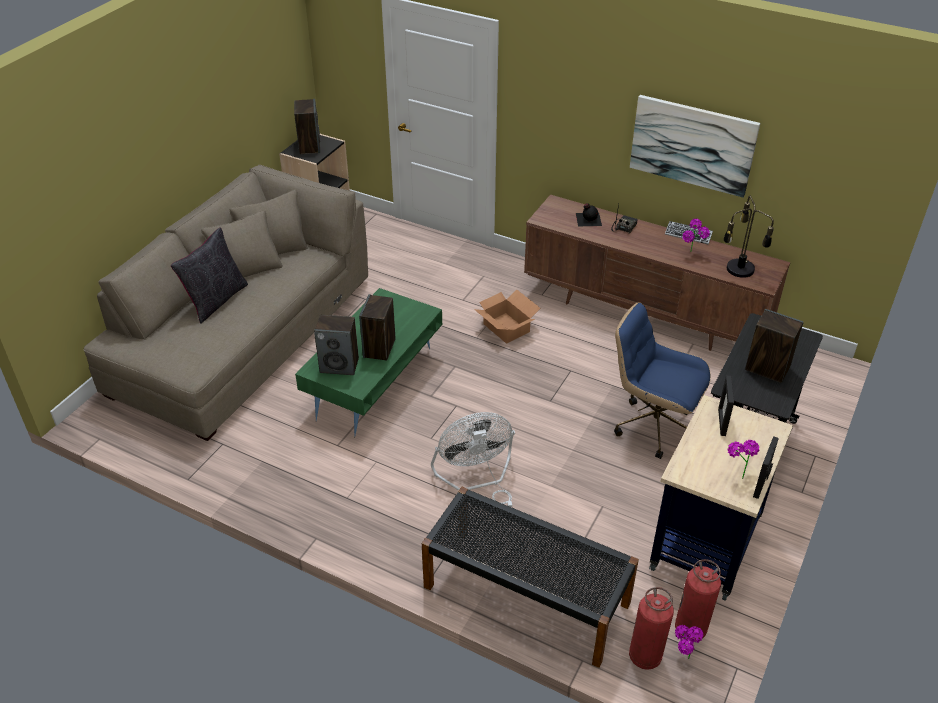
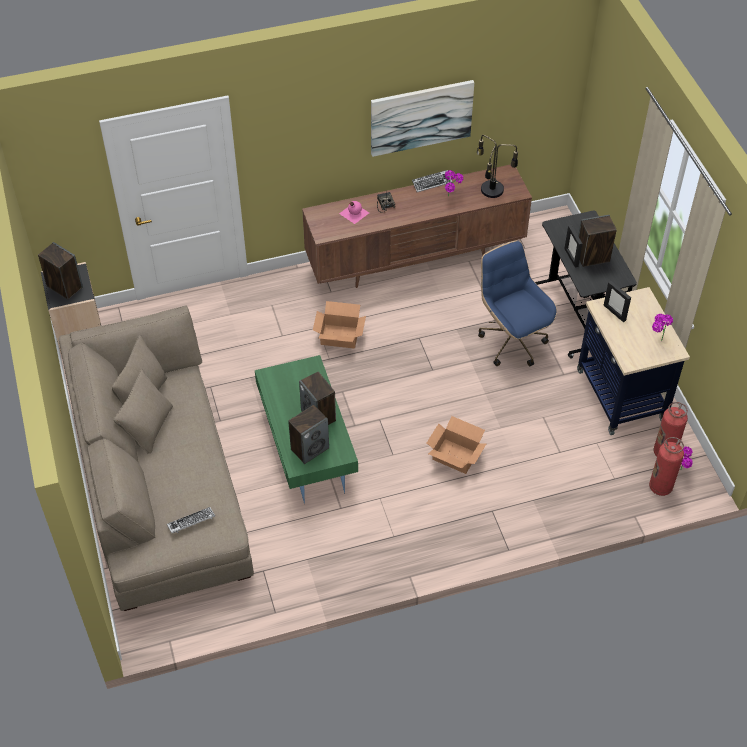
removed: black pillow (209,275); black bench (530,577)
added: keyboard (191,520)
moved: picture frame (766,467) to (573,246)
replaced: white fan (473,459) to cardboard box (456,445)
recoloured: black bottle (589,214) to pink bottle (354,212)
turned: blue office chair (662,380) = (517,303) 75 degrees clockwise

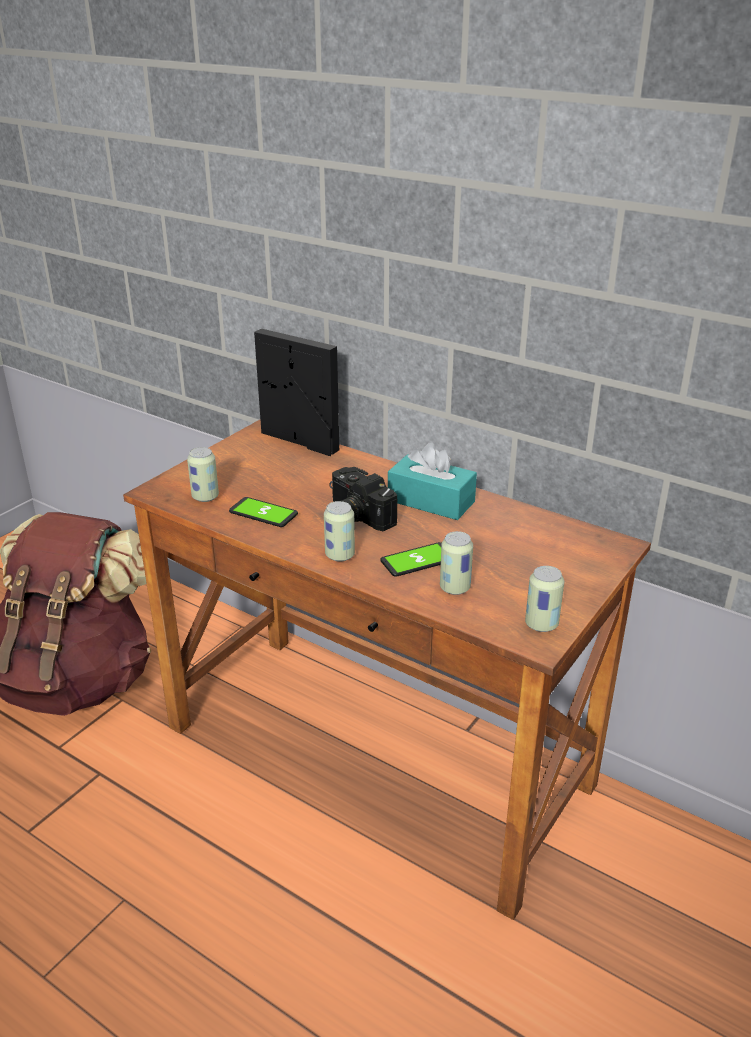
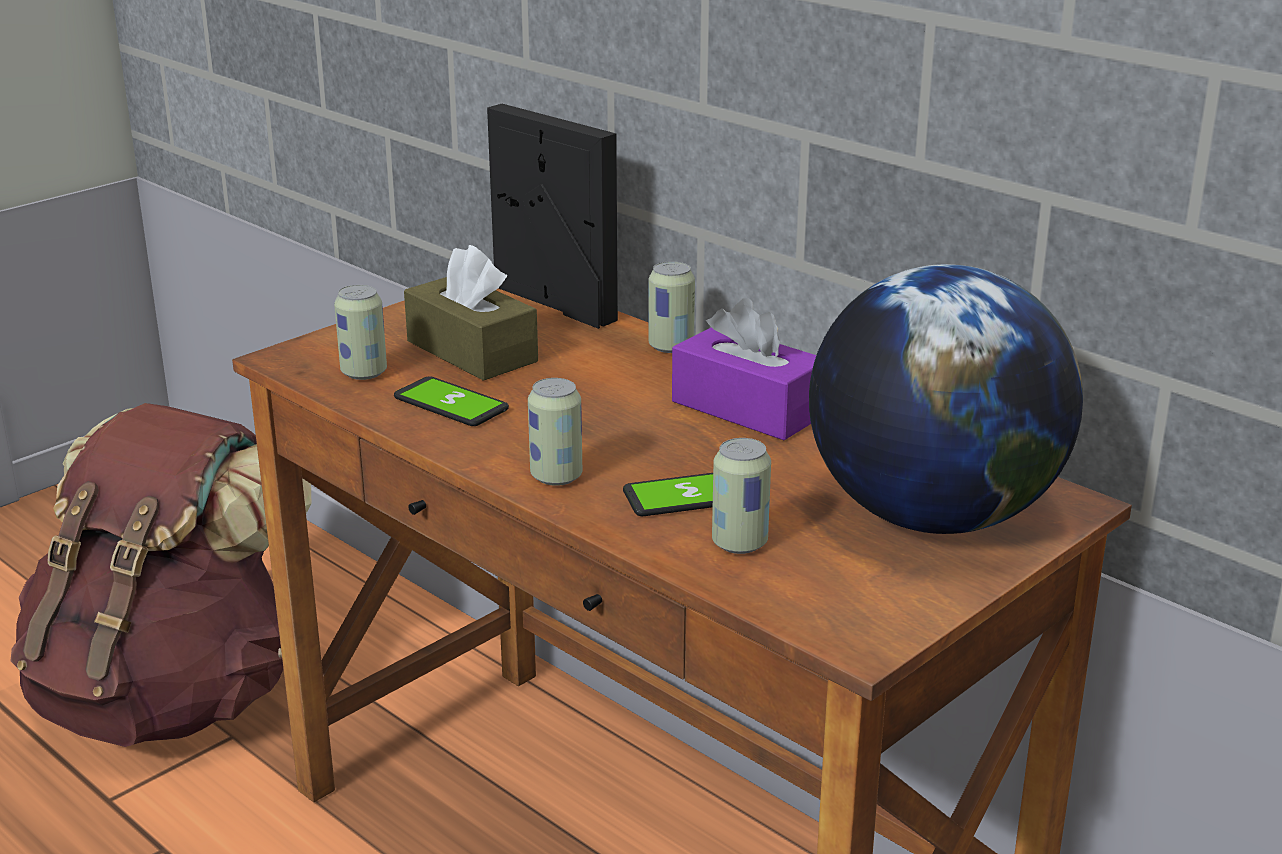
removed: photo camera (363,499)
added: brown tissue box (471,313); globe (946,399)
moved: can (544,599) to (672,307)
recoloured: turquoise tissue box (432,481) to purple tissue box (744,369)

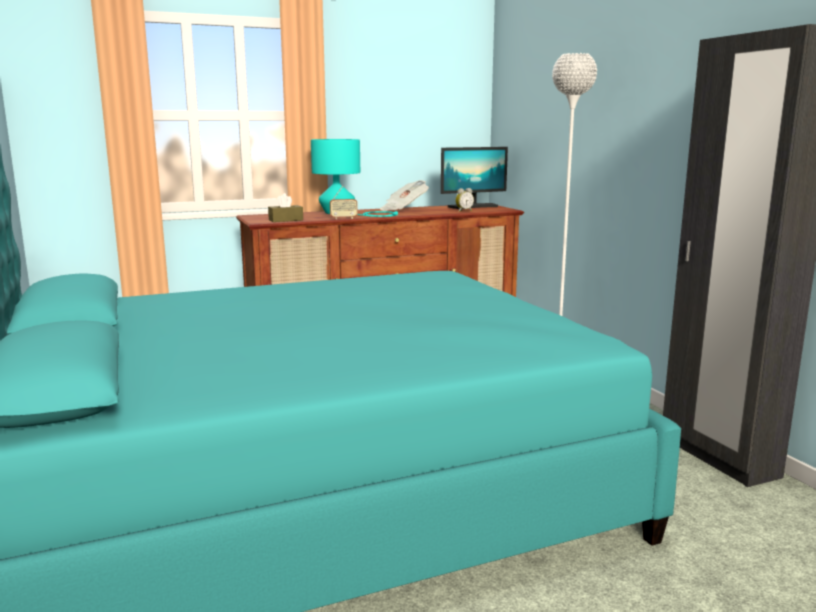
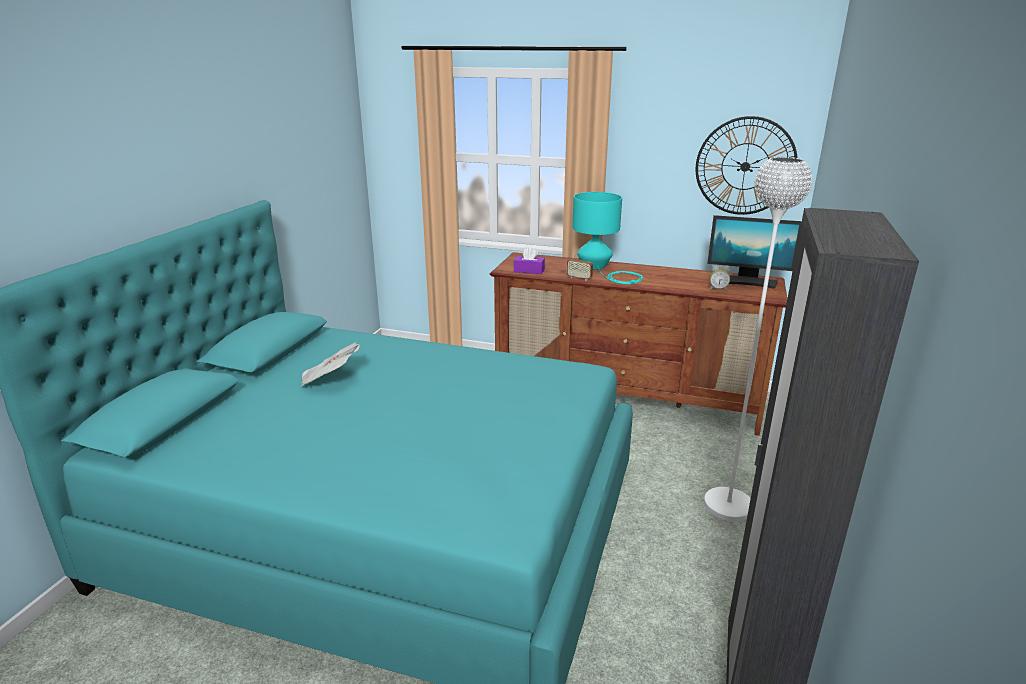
added: wall clock (746,165)
moved: newspaper (404,195) to (330,364)
recoloured: brown tissue box (285,207) to purple tissue box (529,260)

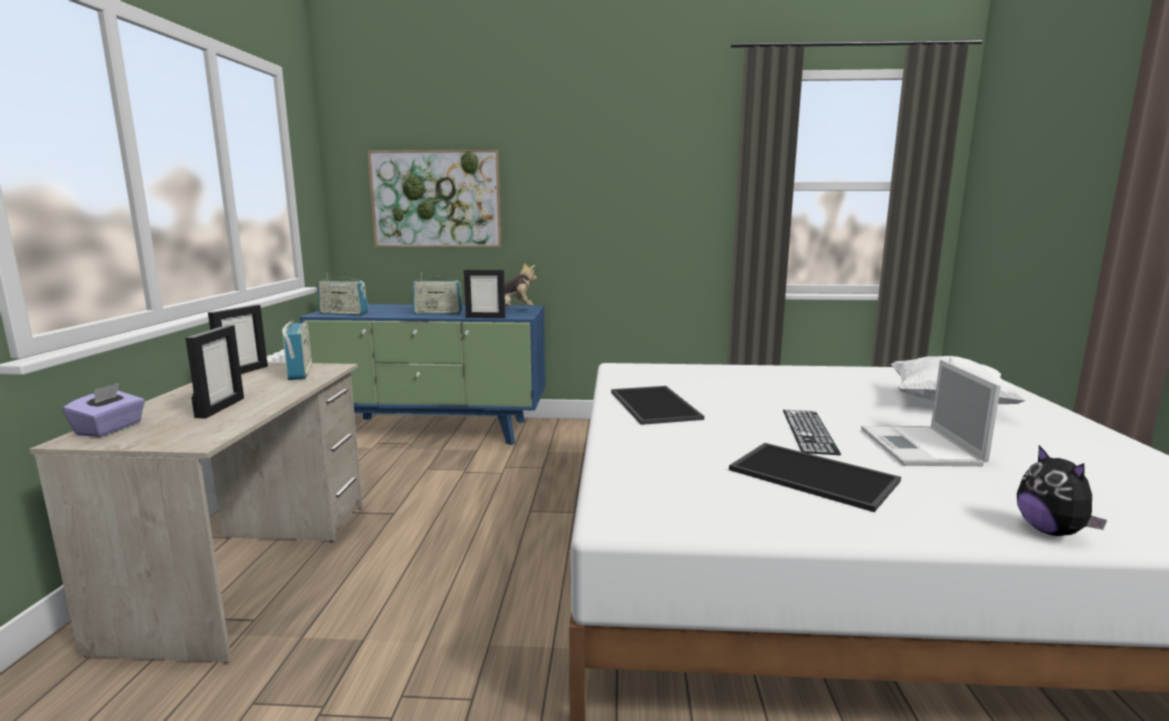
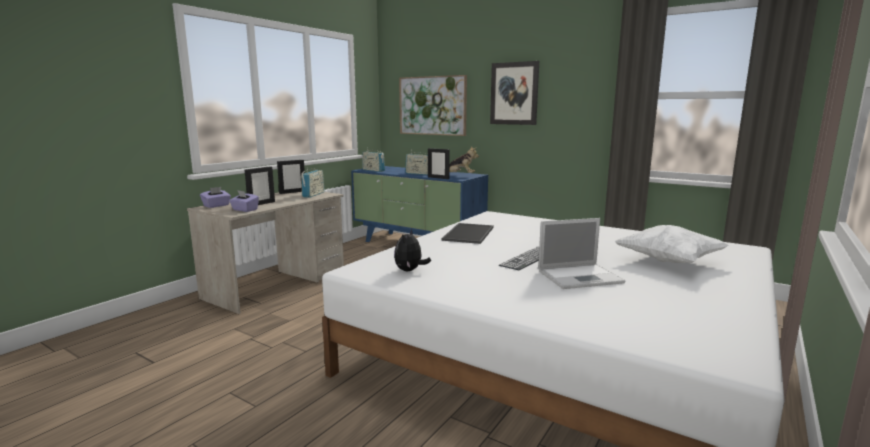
removed: tray (815,477)
added: purple tissue box (244,201); picture (514,93)
moved: plush toy (1062,490) to (412,250)
turned: laptop (931,412) = (581,253) 135 degrees counterclockwise

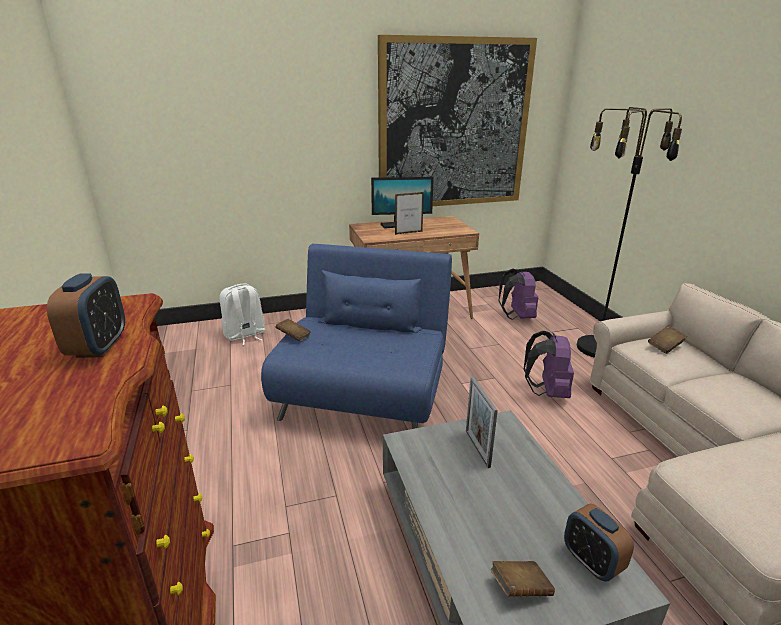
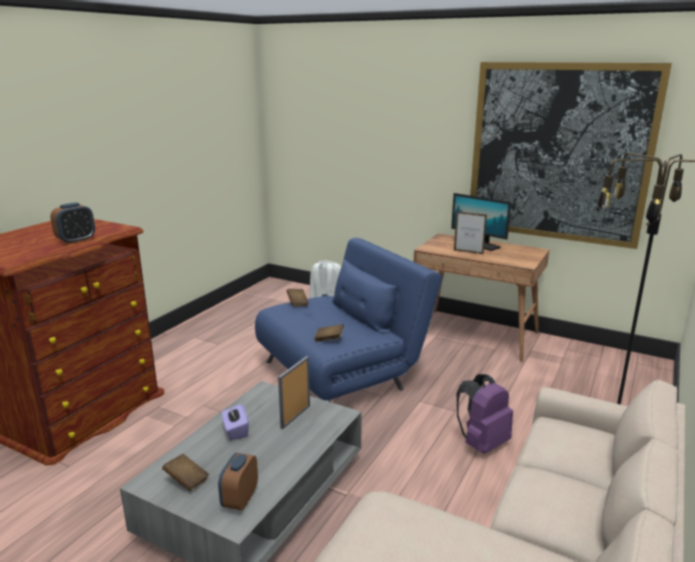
removed: purple backpack (518,294)
added: purple tissue box (235,422)
moved: brown book (667,339) to (329,333)

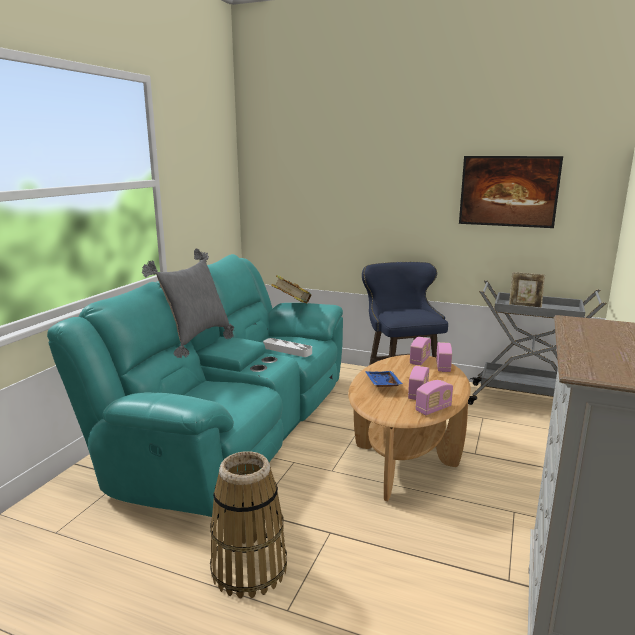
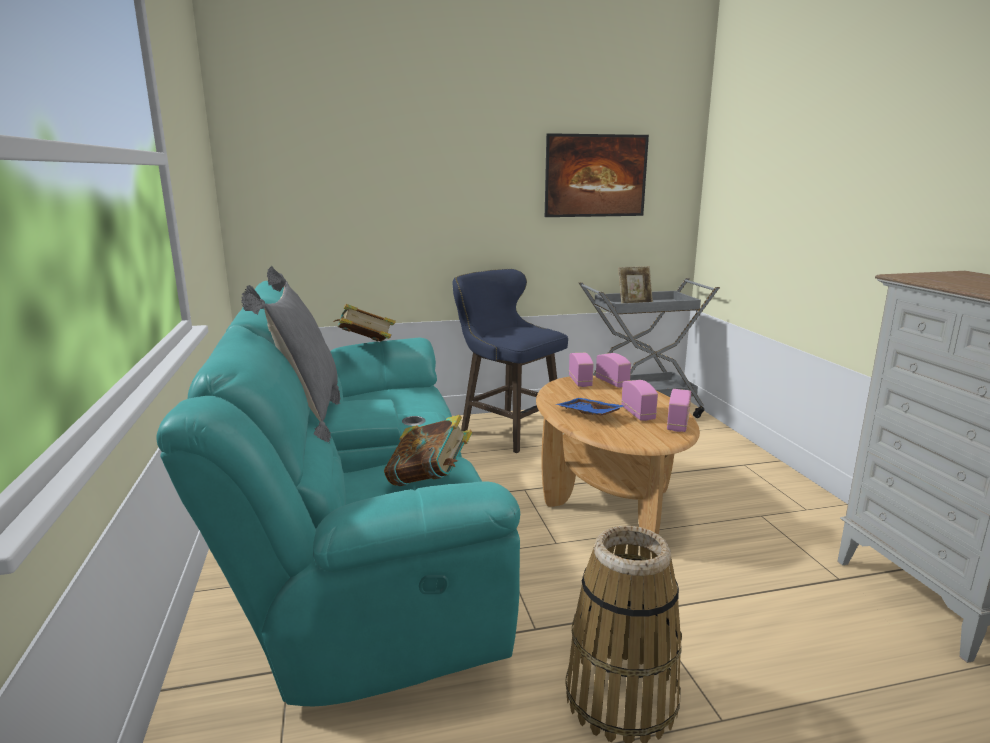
removed: white tray (287,347)
added: book (428,450)

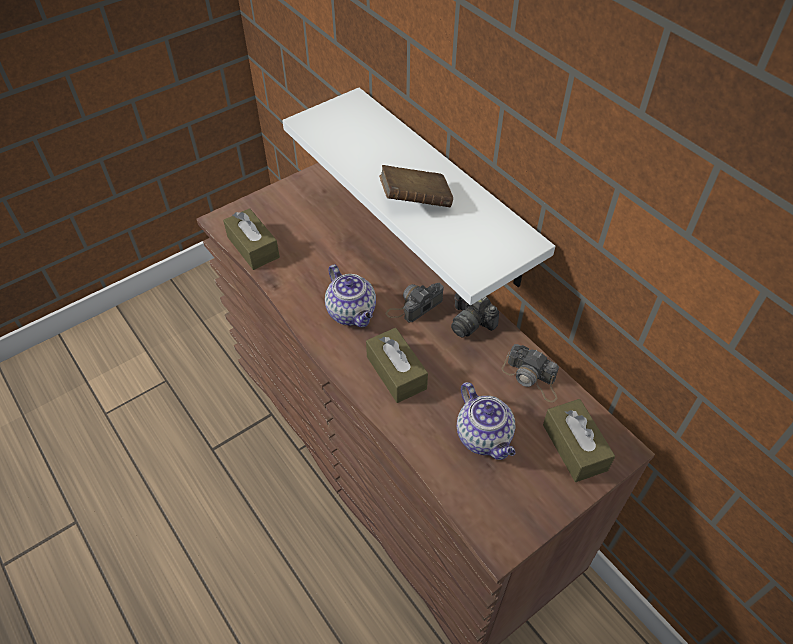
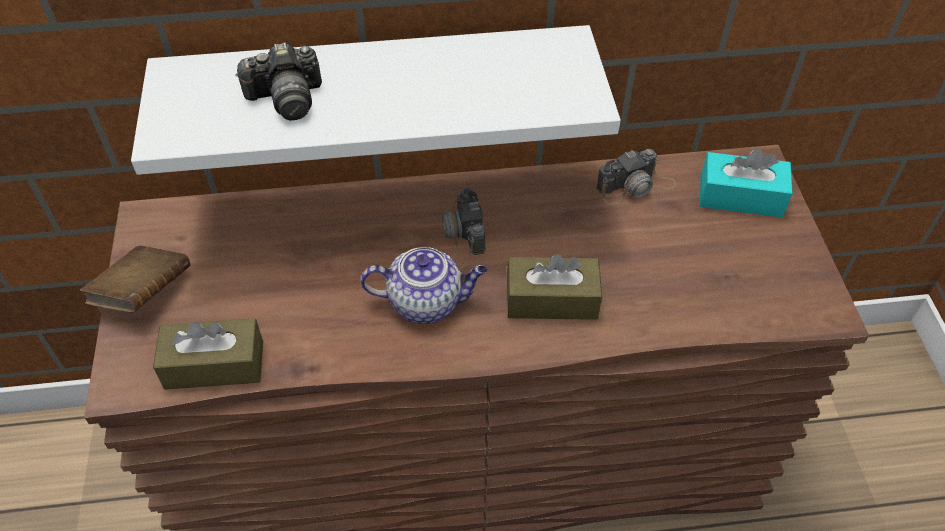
removed: teapot (486,421)
moved: brown book (416,186) to (135,279); photo camera (475,315) to (278,82)
recoloured: brown tissue box (579,440) to turquoise tissue box (746,182)

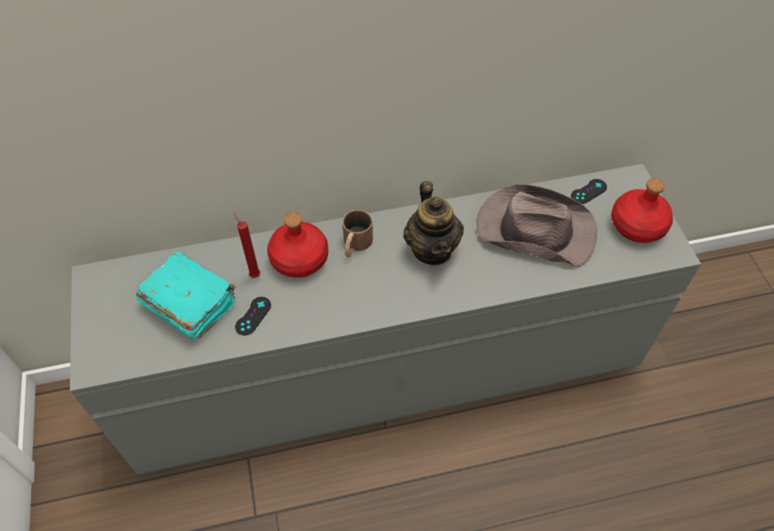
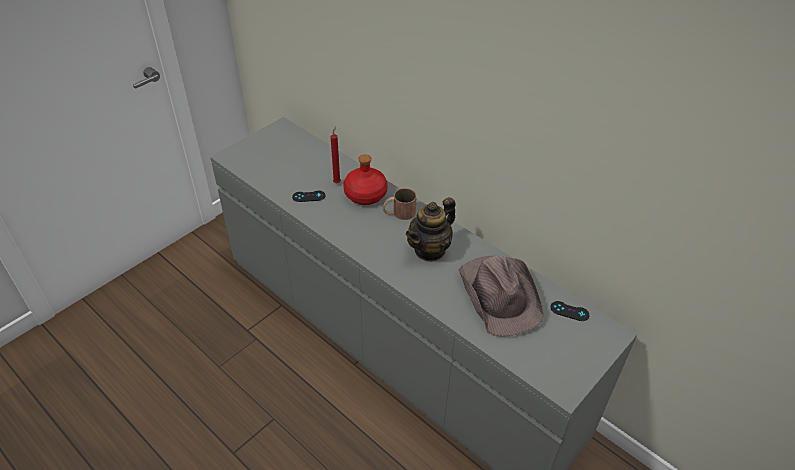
removed: turquoise book (186,295); red bottle (642,210)

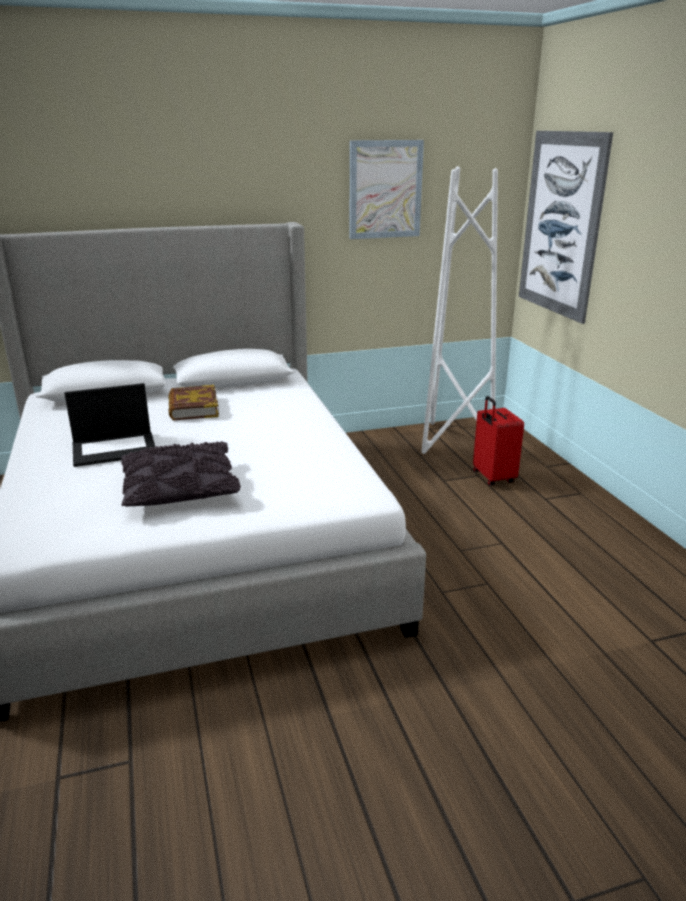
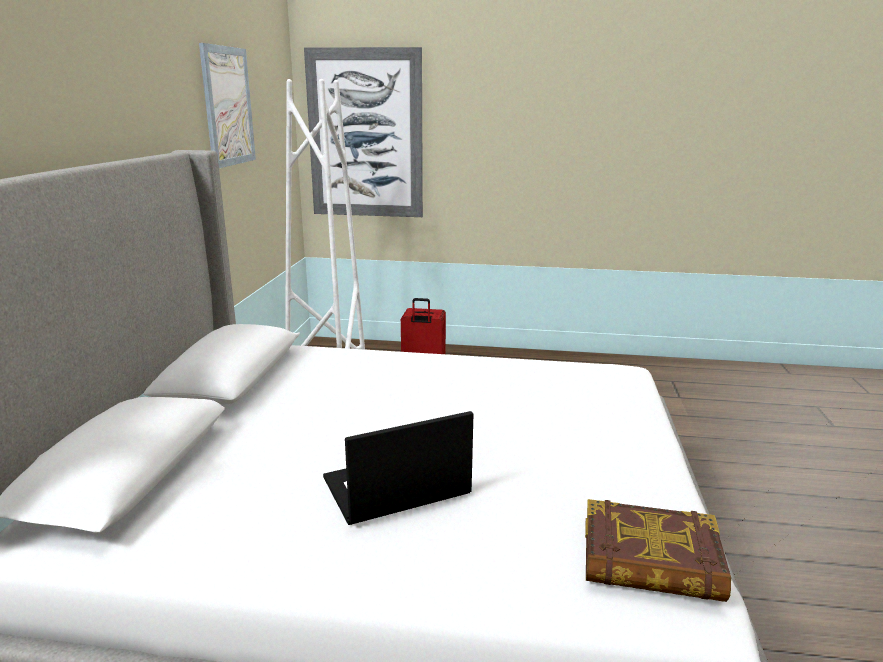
removed: black pillow (181,473)
moved: book (193,403) to (658,550)
turned: laptop (109,425) = (398,468) 120 degrees counterclockwise

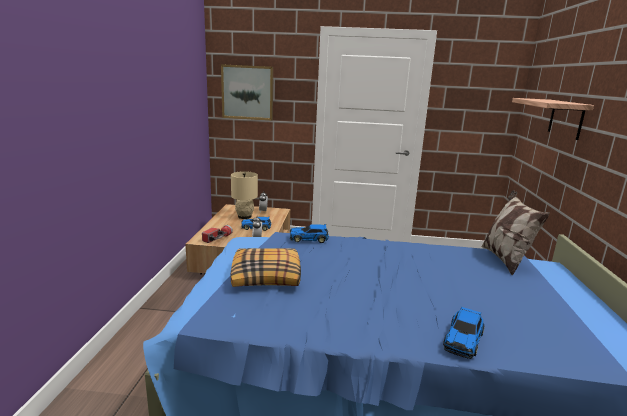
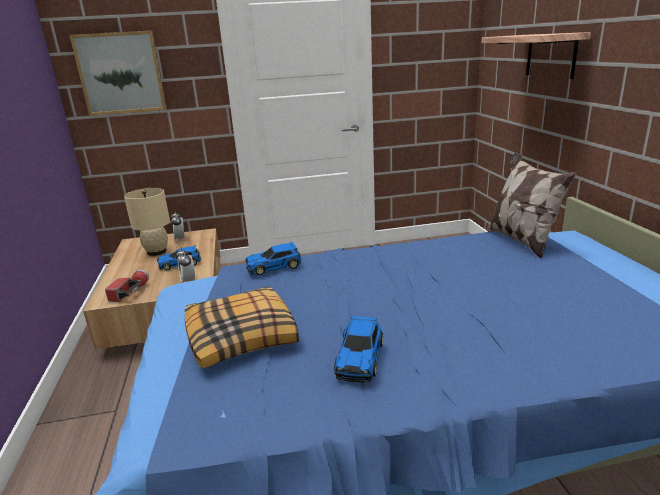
moved: toy car (463,333) to (358,349)

